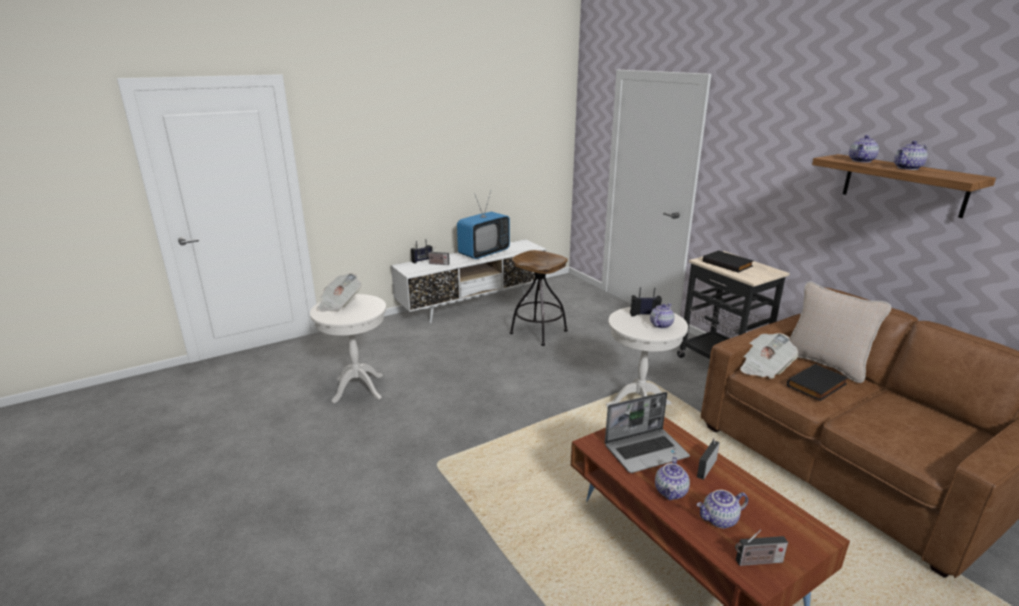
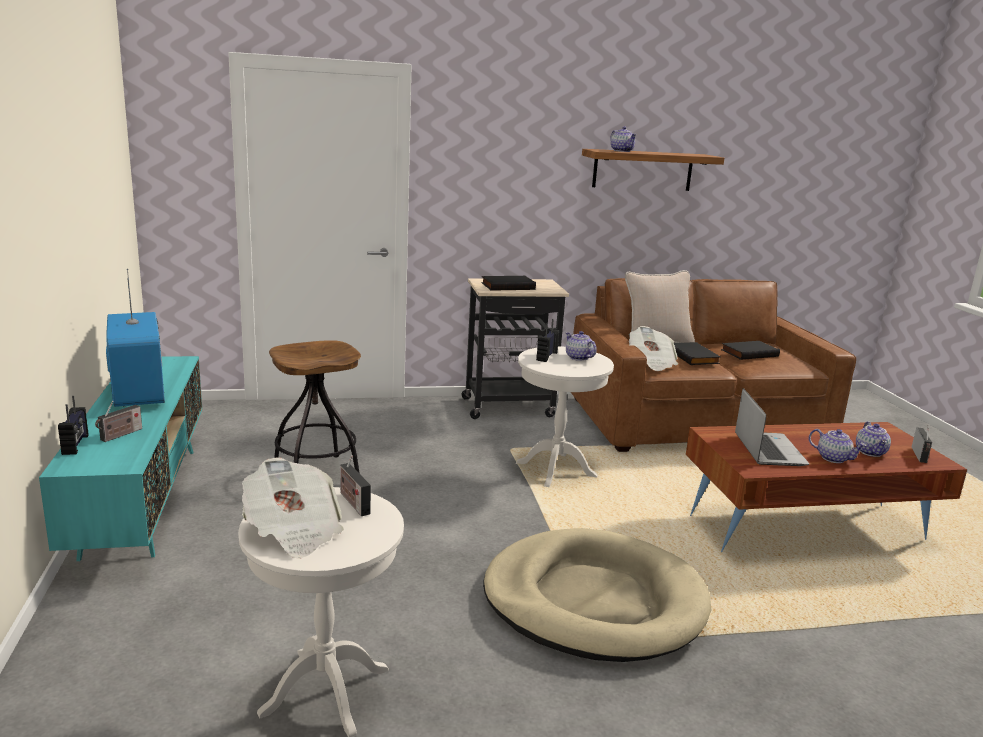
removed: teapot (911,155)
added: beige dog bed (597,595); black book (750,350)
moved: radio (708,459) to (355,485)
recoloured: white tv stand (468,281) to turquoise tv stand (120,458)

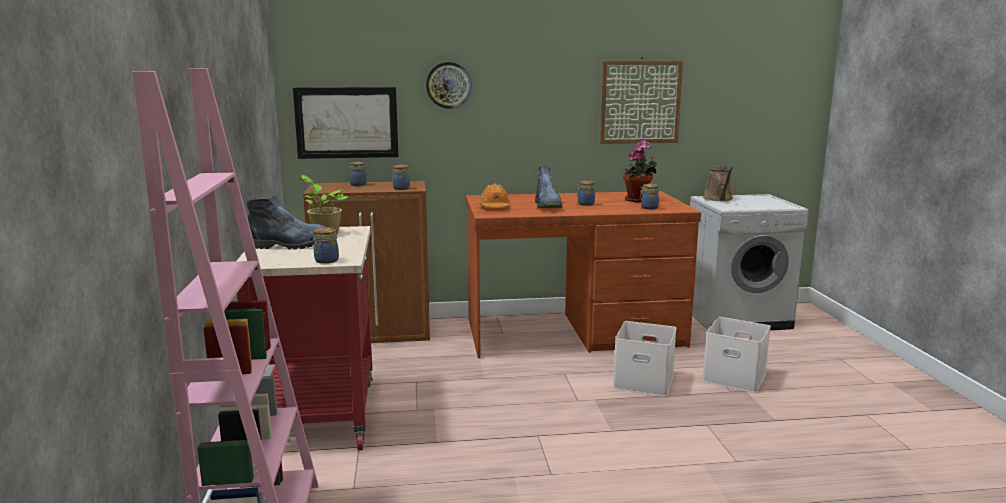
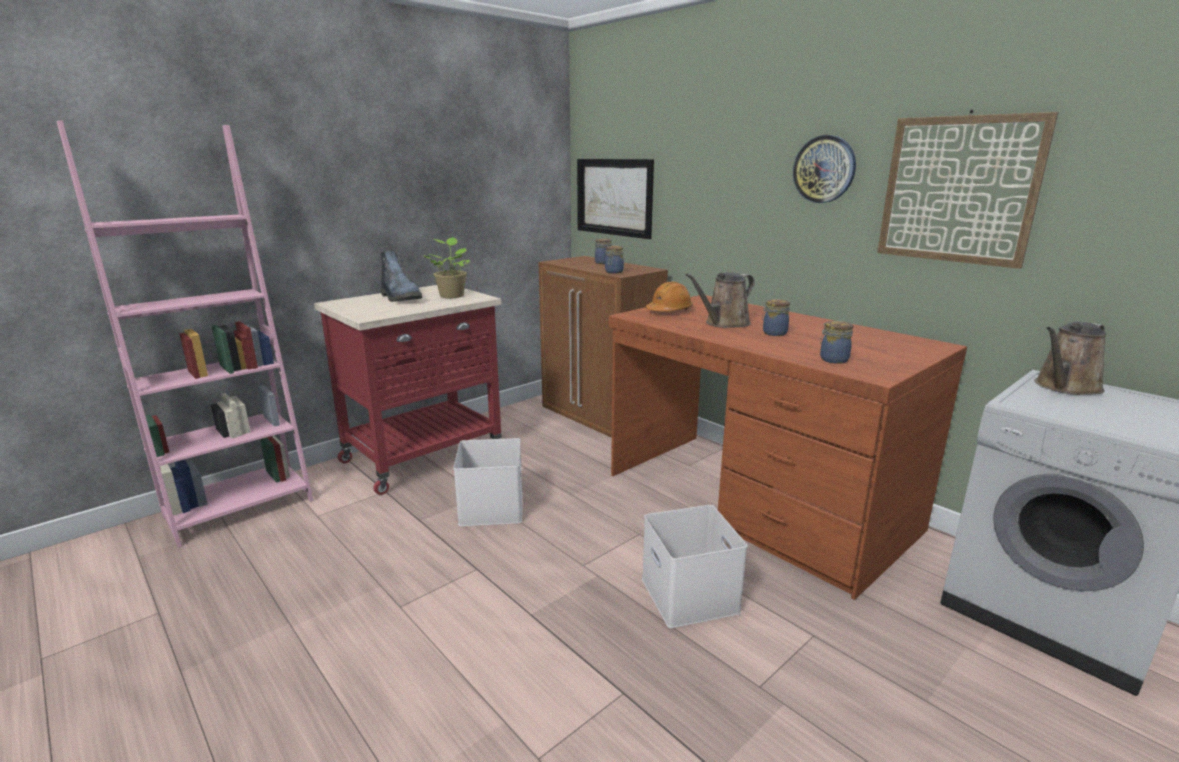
removed: jar (326,245); potted plant (640,171)
moved: wall clock (449,85) to (824,169); white storage box (736,355) to (488,482)
replaced: boot (548,187) to brown watering can (720,300)

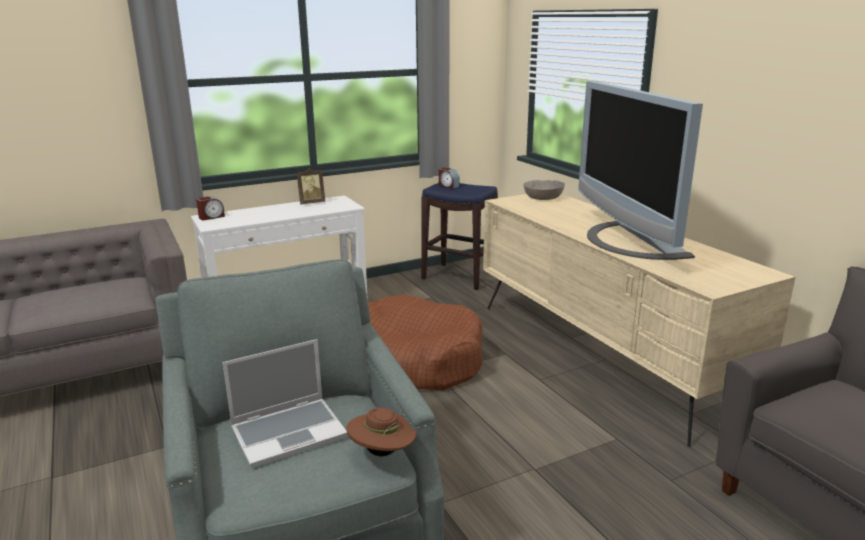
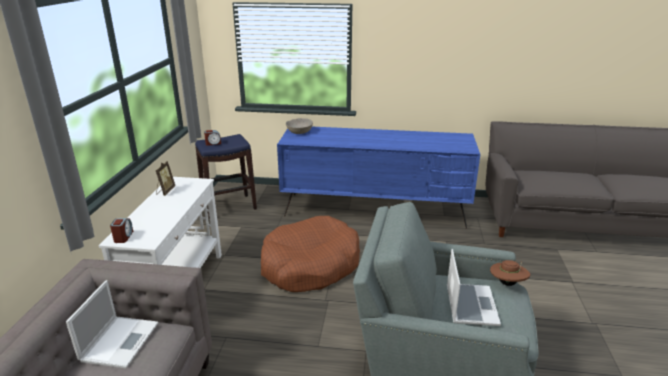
removed: television (640,170)
added: laptop (112,324)
recoloured: beige tv stand (639,320) to blue tv stand (378,178)

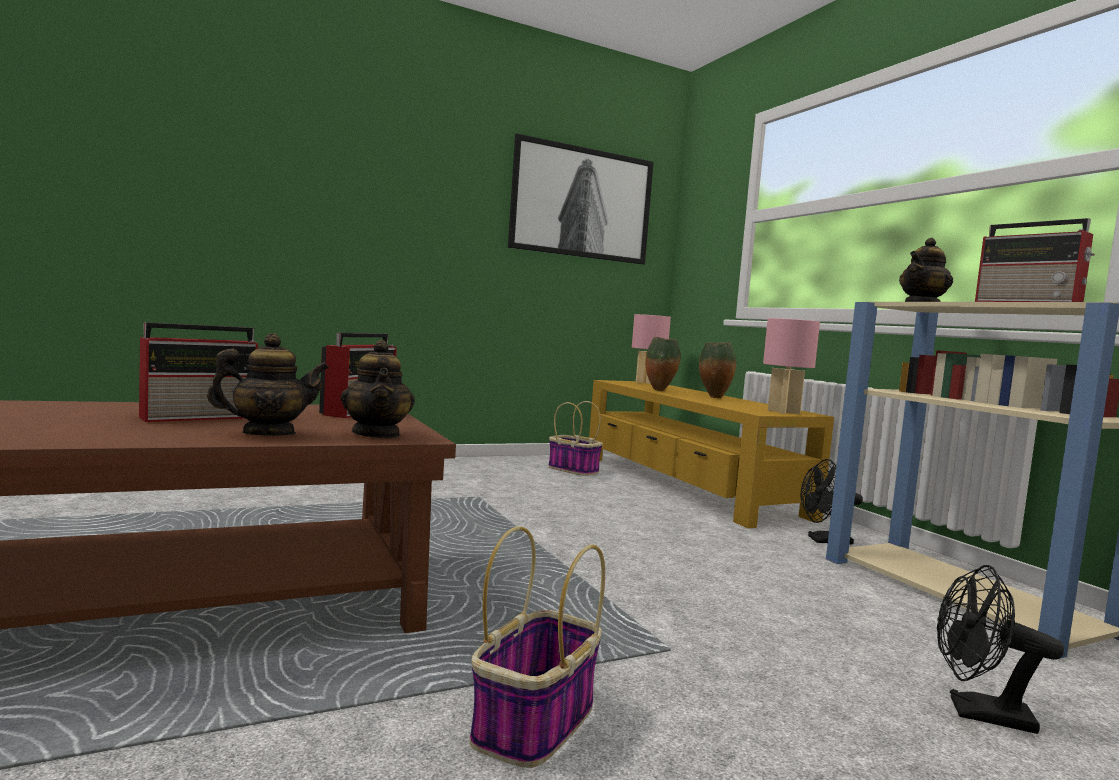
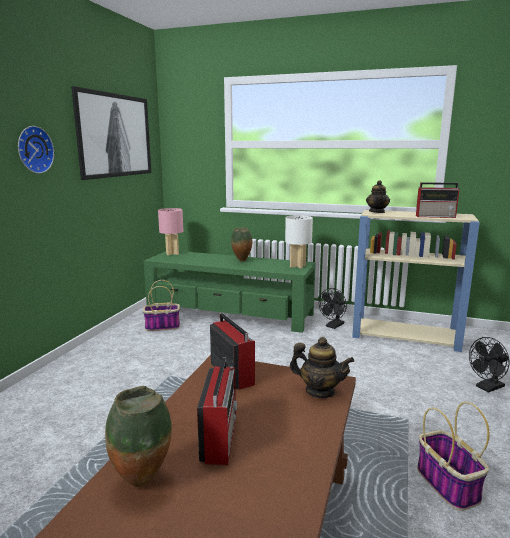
removed: teapot (268,384)
added: wall clock (36,150)
moved: vase (663,364) to (138,436)
recoloured: yellow tv stand (711,454) to green tv stand (230,292); pink table lamp (791,366) to white table lamp (299,242)

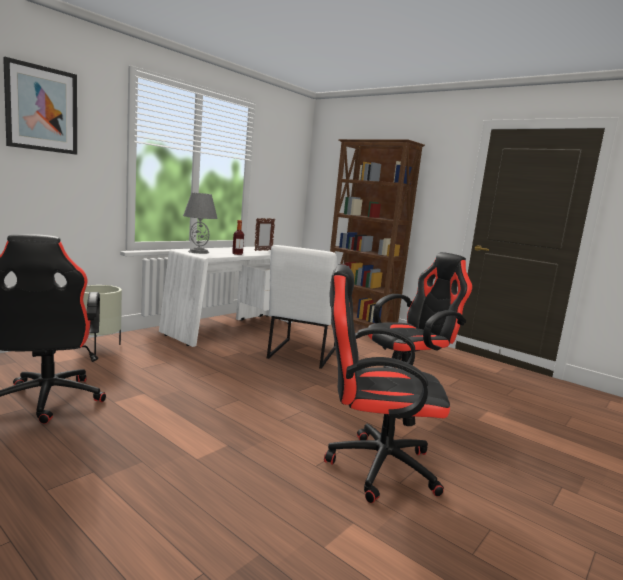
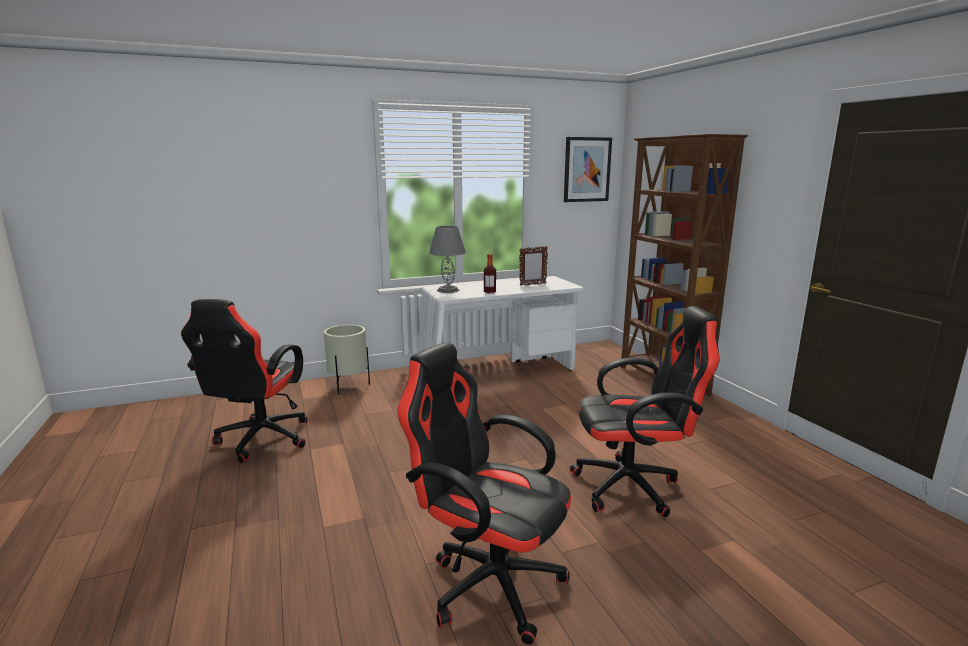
removed: white chair (302,307)
moved: picture (40,106) to (588,169)

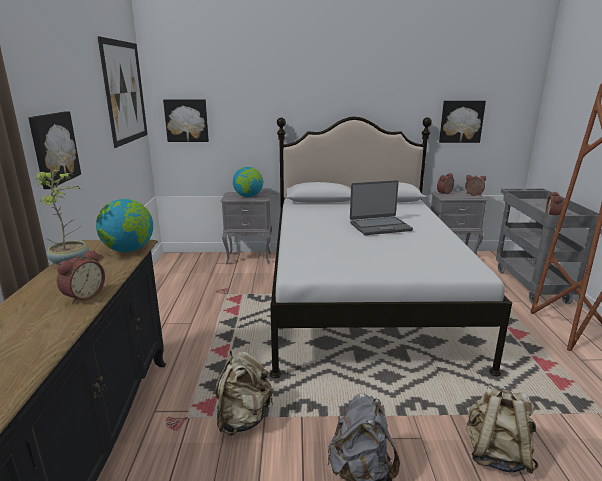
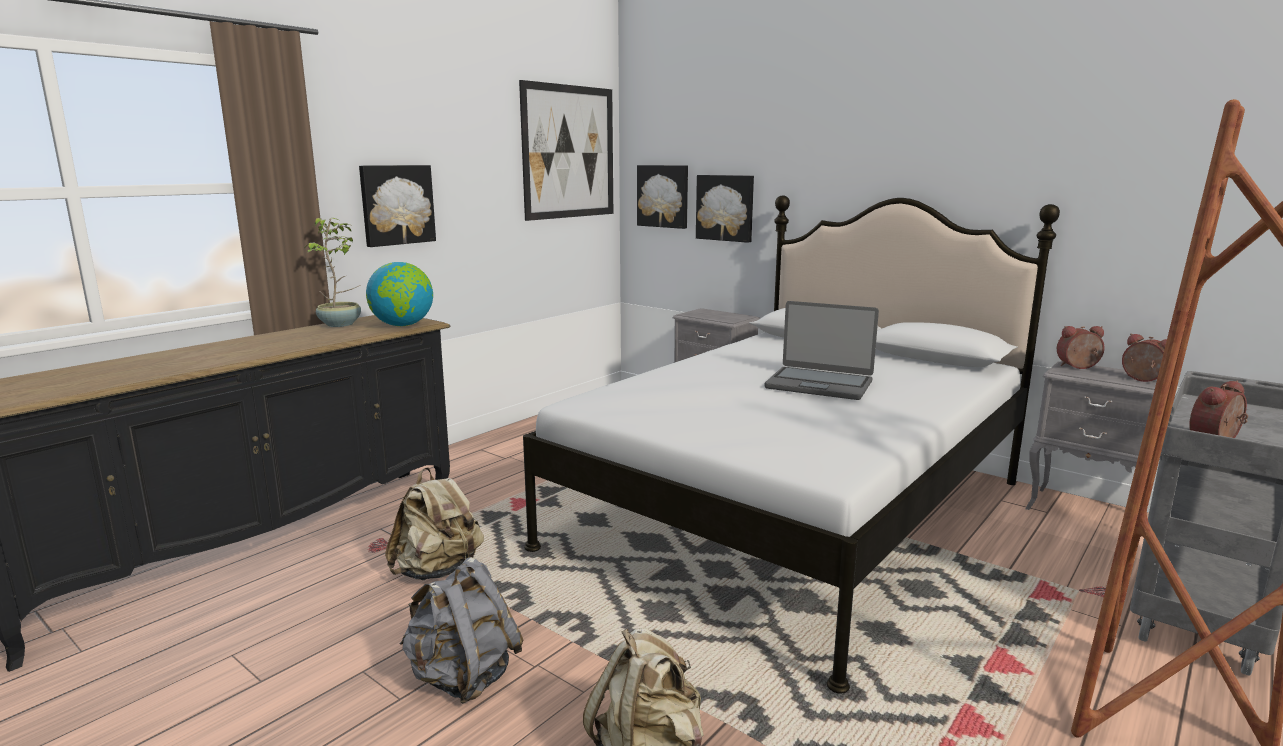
removed: alarm clock (81,277); globe (248,182)
moved: picture (462,122) to (725,209)

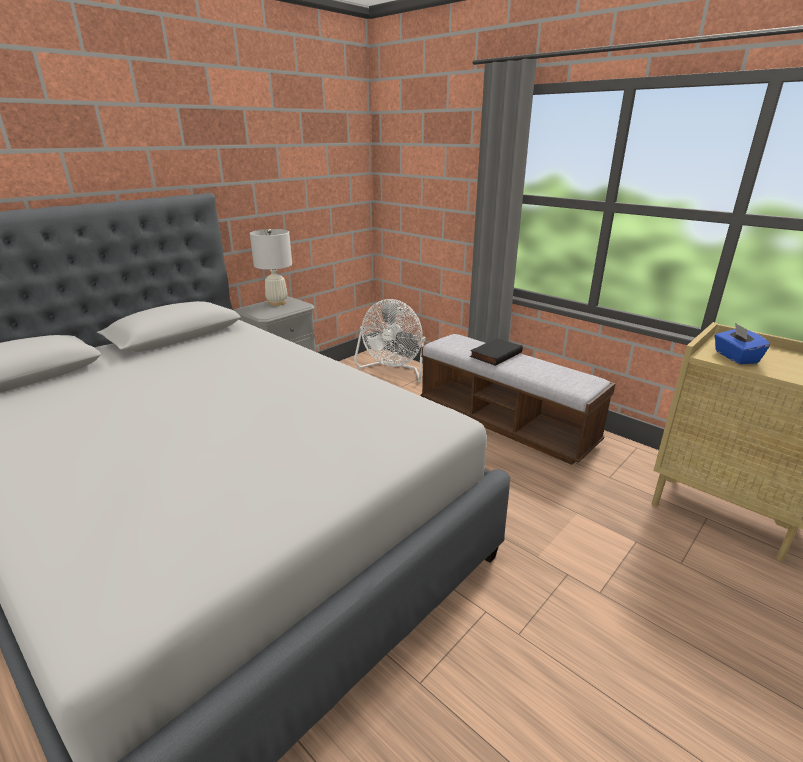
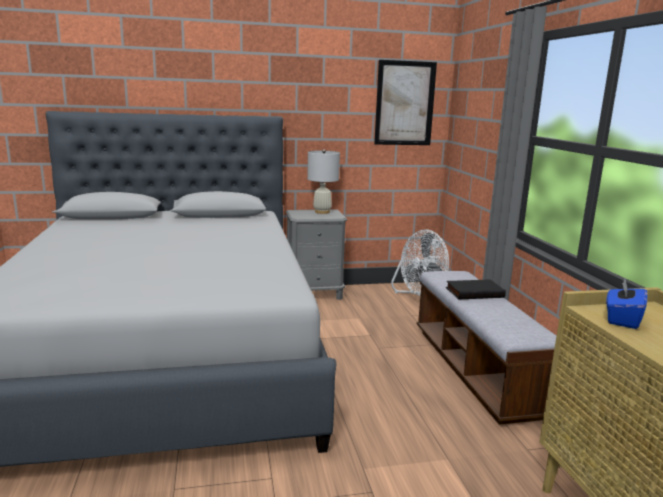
added: picture (405,102)

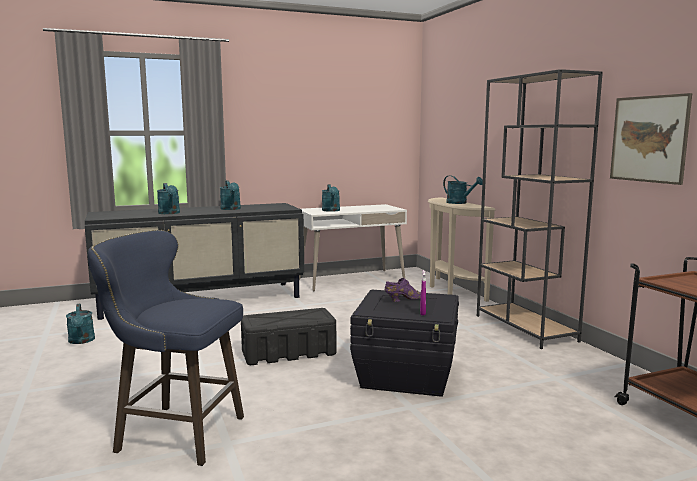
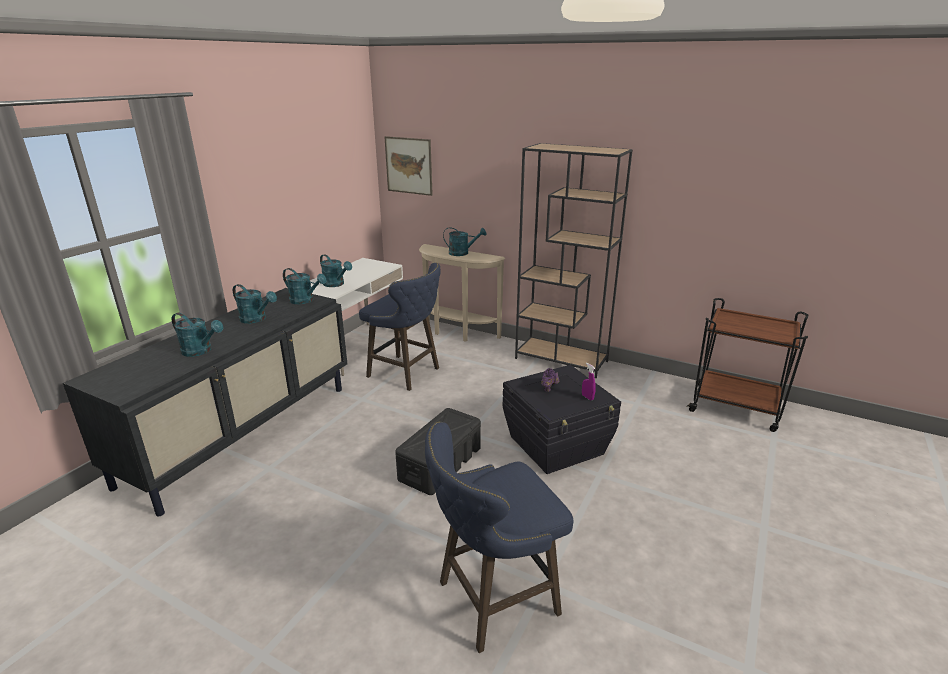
added: blue stool (399,327)
moved: turquoise watering can (80,324) to (305,286); picture (651,139) to (409,166)

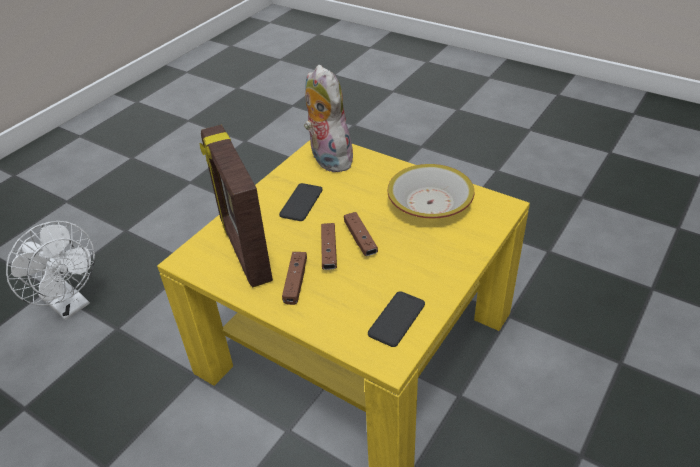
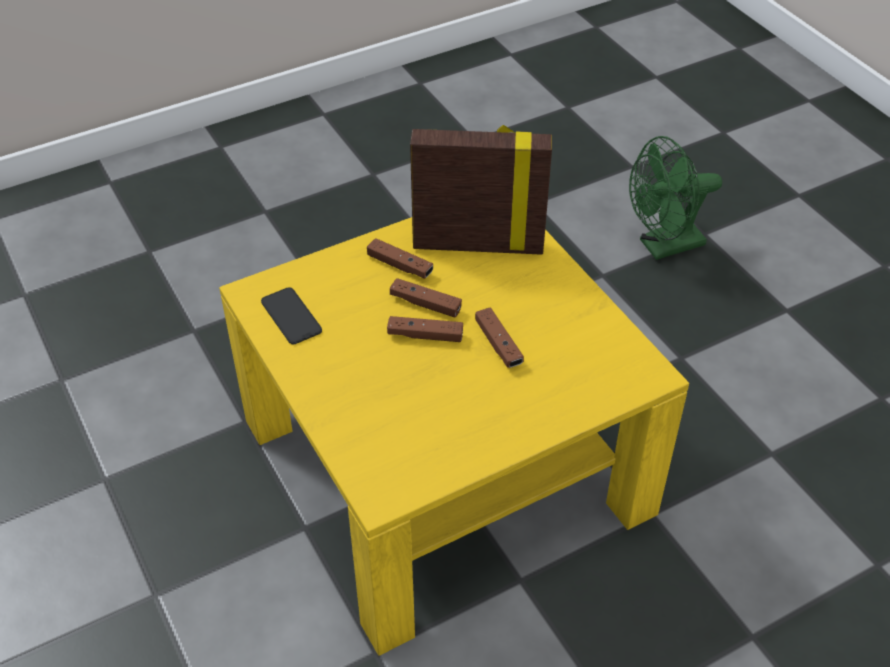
removed: phone (301,202); plush toy (329,118); bowl (430,191)
added: brown game controller (499,338)
recoloured: white fan (50,270) to green fan (675,198)

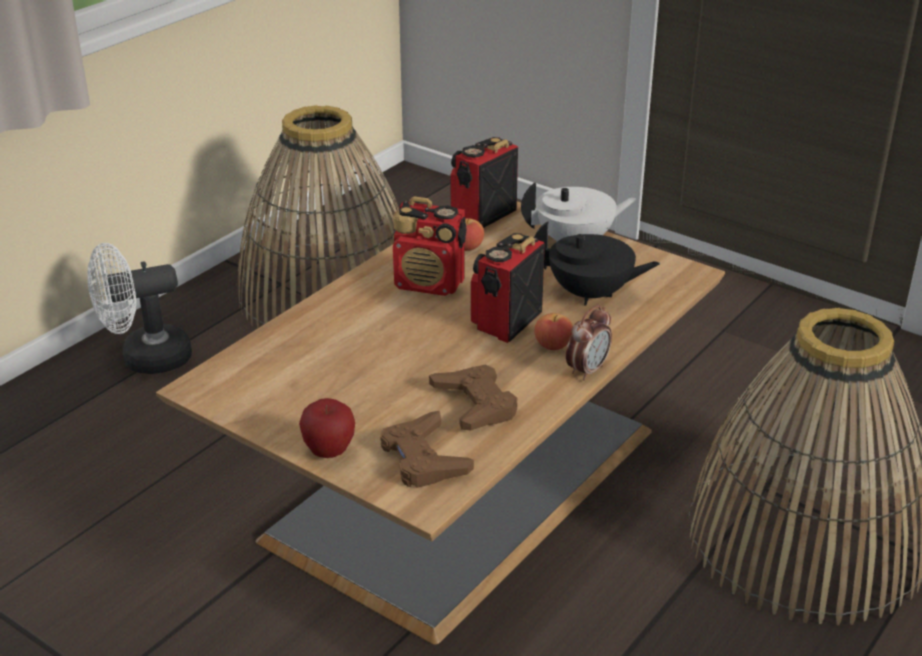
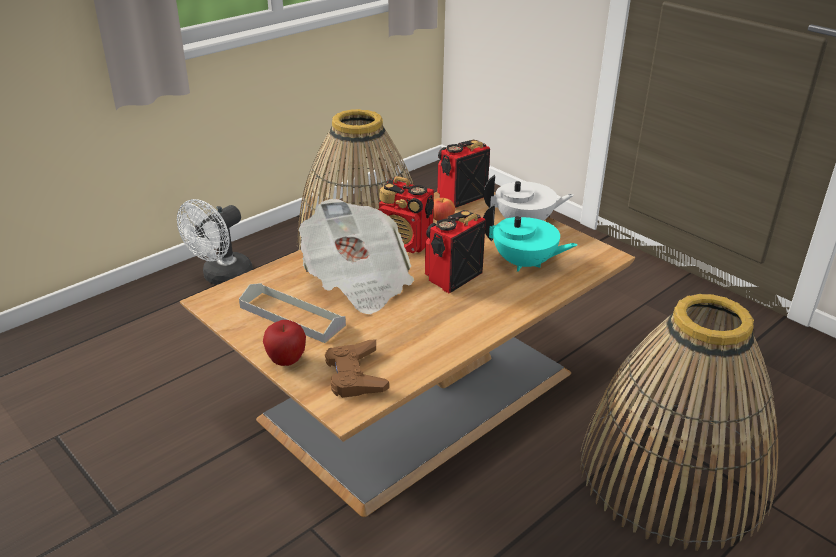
removed: brown game controller (473,397); apple (553,331); alarm clock (589,343)
added: grey tray (292,313); newspaper (356,256)
recoloured: black teapot (597,263) to turquoise teapot (530,238)
turned: white fan (139,308) = (215,242) 45 degrees counterclockwise

